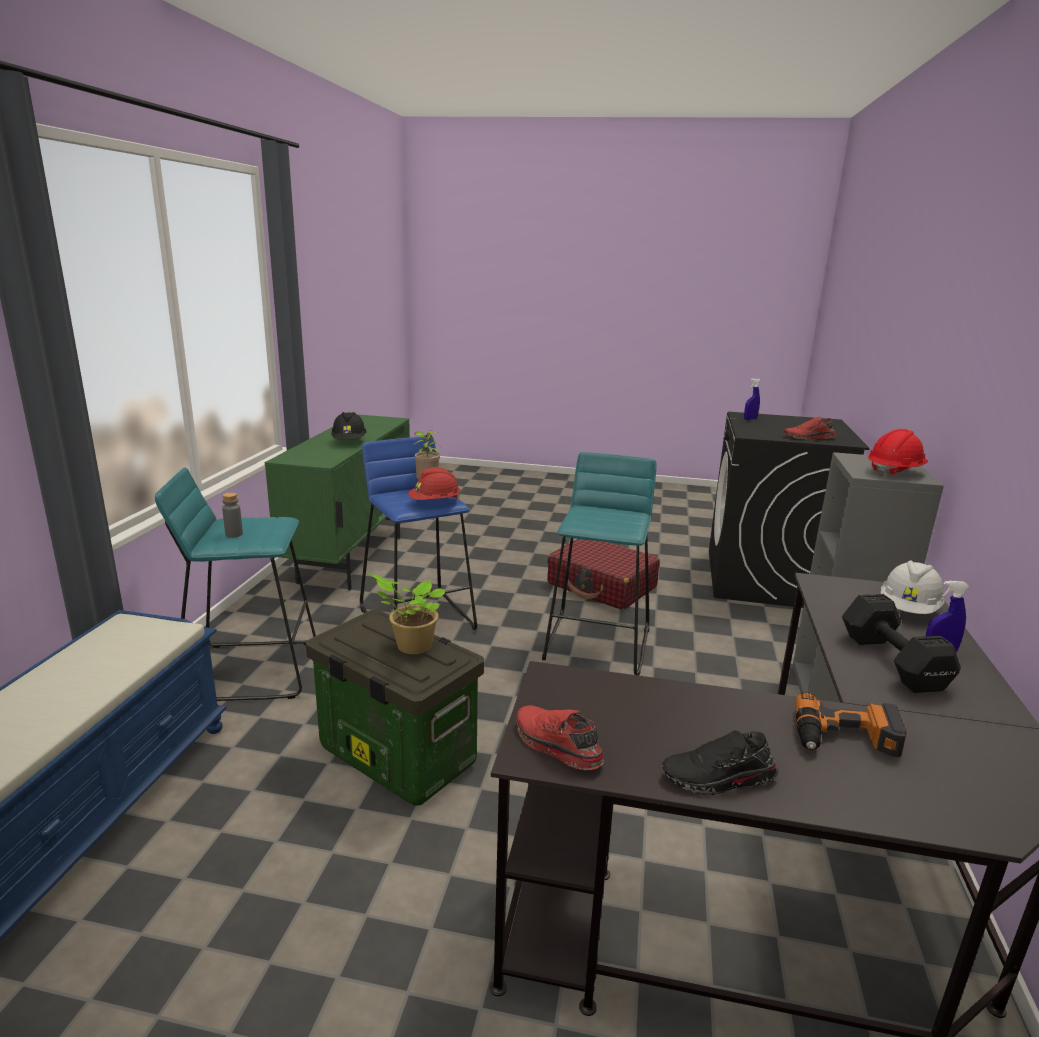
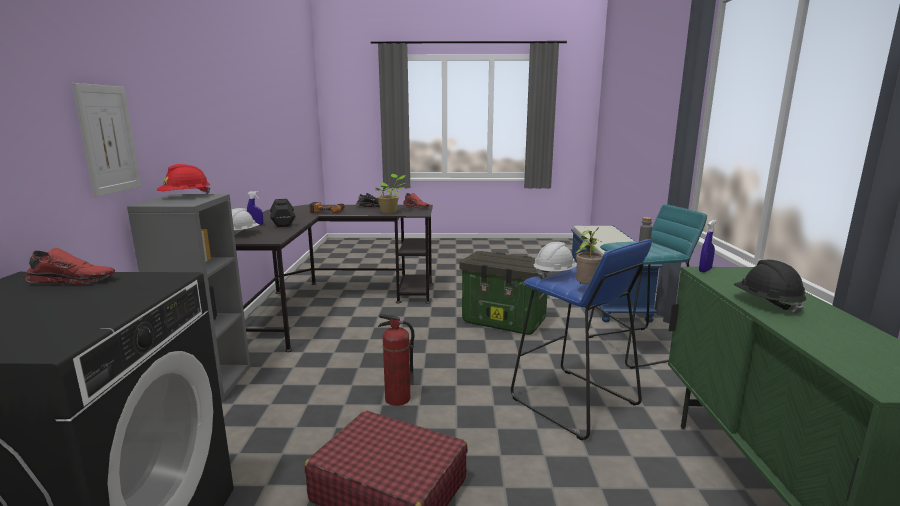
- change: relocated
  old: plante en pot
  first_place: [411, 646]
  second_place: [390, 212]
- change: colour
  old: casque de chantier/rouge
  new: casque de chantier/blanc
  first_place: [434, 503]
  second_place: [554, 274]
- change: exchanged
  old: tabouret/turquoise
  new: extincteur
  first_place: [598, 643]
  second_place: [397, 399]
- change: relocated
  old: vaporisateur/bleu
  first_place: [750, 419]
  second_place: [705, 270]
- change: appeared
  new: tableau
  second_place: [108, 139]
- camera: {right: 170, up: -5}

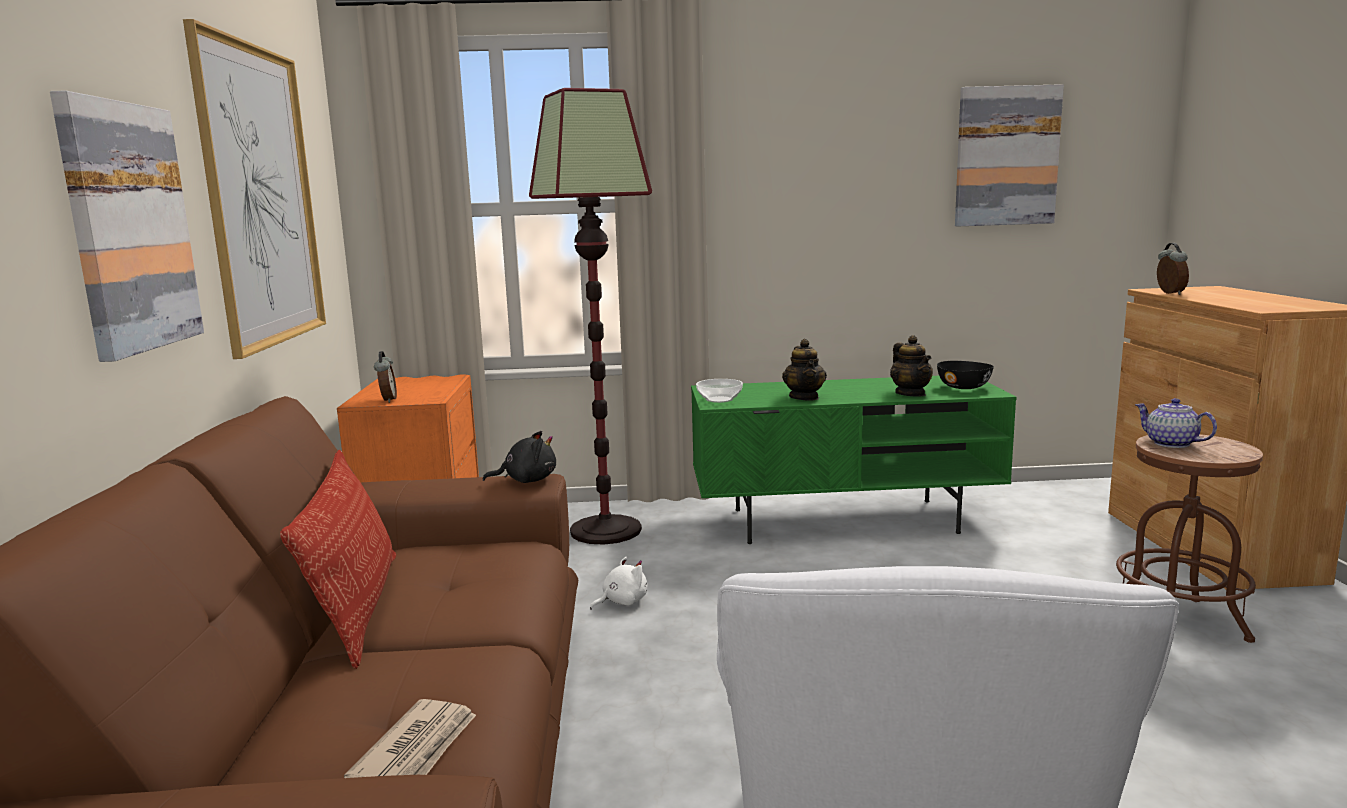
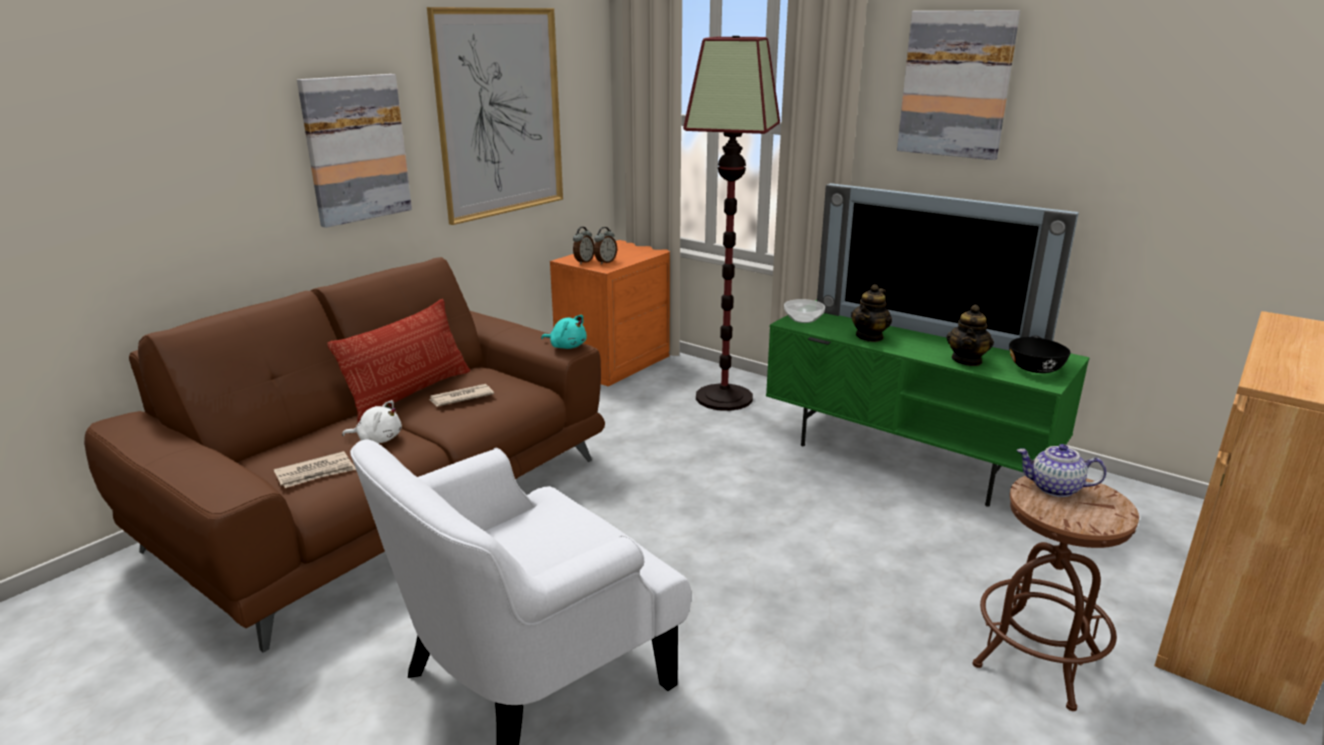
- change: colour
  old: peluche/noir
  new: peluche/turquoise
  first_place: [527, 480]
  second_place: [566, 346]
- change: relocated
  old: peluche/blanc
  first_place: [622, 602]
  second_place: [378, 439]
- change: relocated
  old: tableau
  first_place: [1006, 156]
  second_place: [956, 84]
- change: spun
  old: théière
  first_place: [1170, 443]
  second_place: [1054, 488]
  degrees: -75
- change: relocated
  old: réveil
  first_place: [1169, 293]
  second_place: [605, 262]
- change: appeared
  new: journal
  second_place: [460, 398]
- change: appeared
  new: téléviseur
  second_place: [927, 329]
- camera: {right: 40, up: 10}

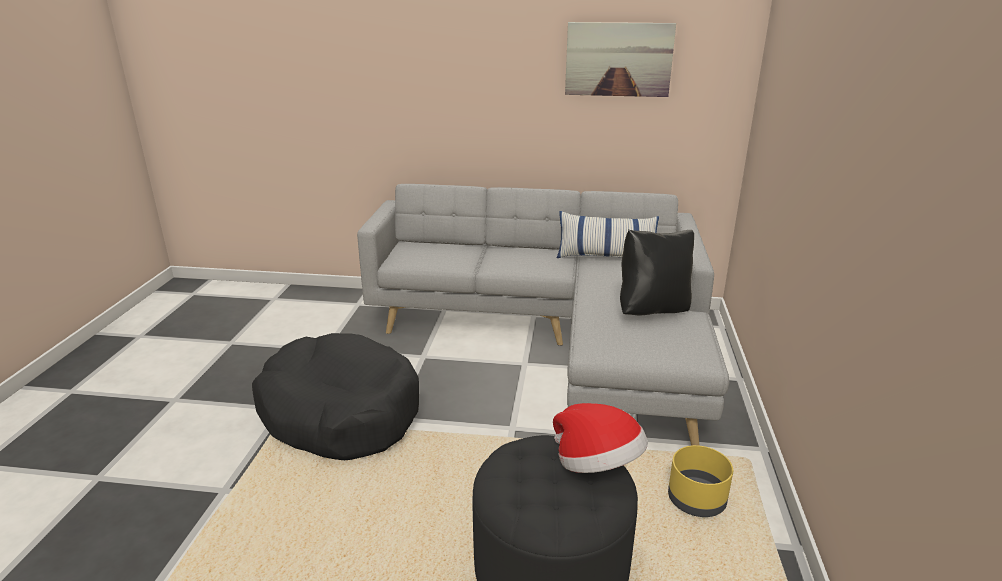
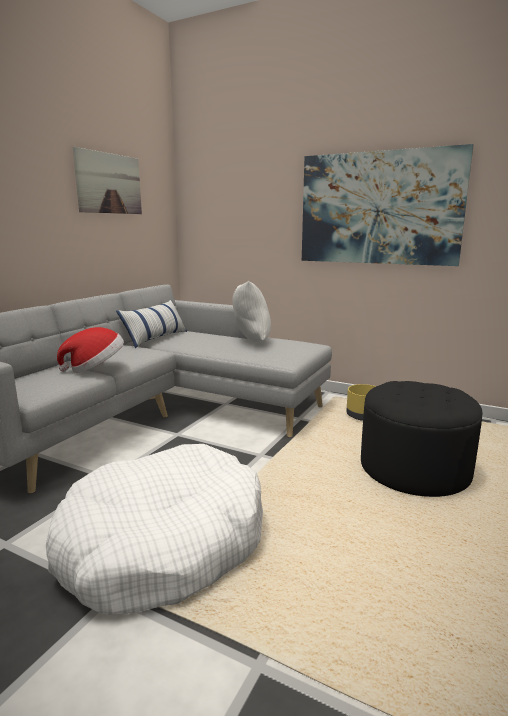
- change: colour
  old: panier pour chien/noir
  new: panier pour chien/blanc
  first_place: [340, 412]
  second_place: [163, 544]
- change: relocated
  old: chapeau
  first_place: [597, 465]
  second_place: [95, 368]
- change: colour
  old: coussin/noir
  new: coussin/blanc
  first_place: [652, 311]
  second_place: [250, 342]
- change: appeared
  new: tableau
  second_place: [379, 208]
- camera: {right: -70, up: -10}

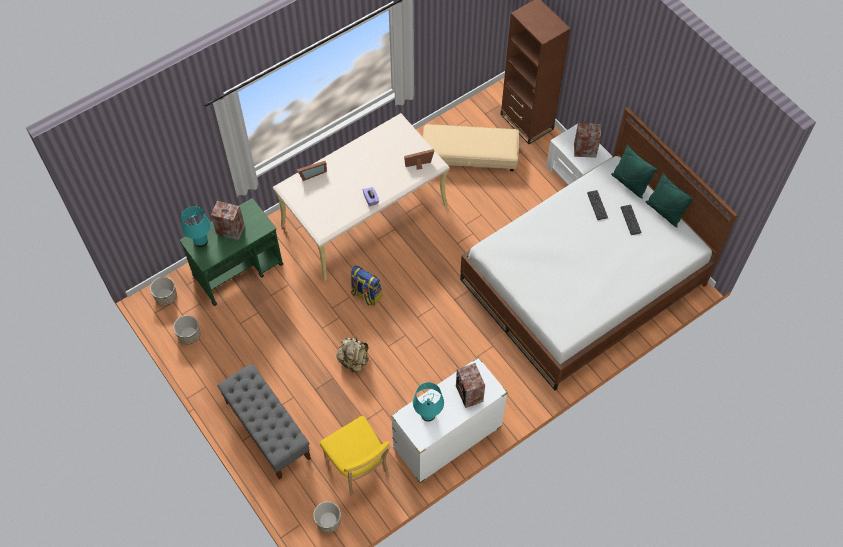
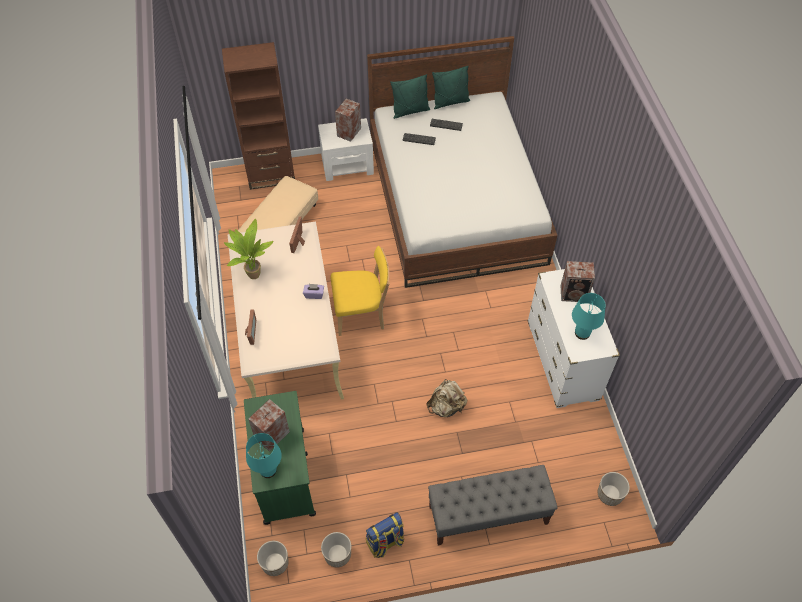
- change: relocated
  old: chaise/jaune
  first_place: [358, 467]
  second_place: [362, 315]
- change: relocated
  old: sac à dos
  first_place: [366, 295]
  second_place: [385, 543]
- change: appeared
  new: plante en pot
  second_place: [252, 274]
- camera: {right: -65, up: -5}

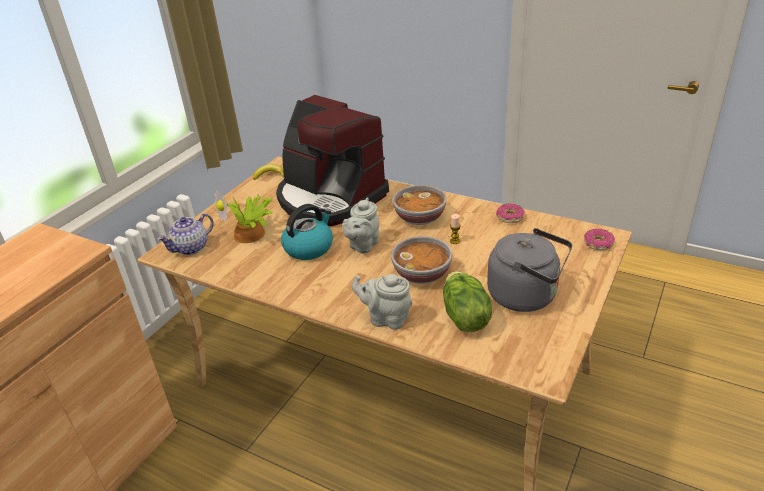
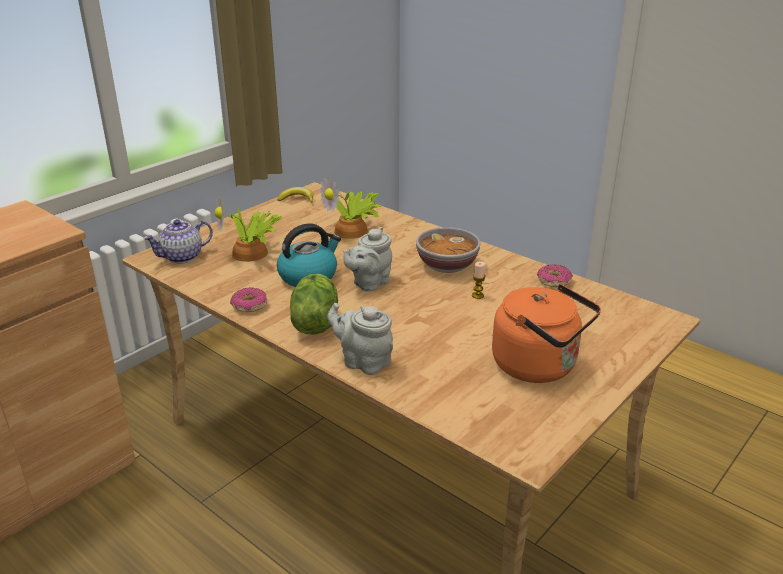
- change: exchanged
  old: machine à café
  new: plante en pot
  first_place: [330, 198]
  second_place: [353, 231]
- change: missing
  old: bol
  first_place: [422, 274]
- change: relocated
  old: laitue
  first_place: [464, 317]
  second_place: [314, 322]
- change: colour
  old: bouilloire/gris
  new: bouilloire/orange
  first_place: [526, 296]
  second_place: [539, 366]
- change: relocated
  old: beignet
  first_place: [598, 244]
  second_place: [249, 305]
- camera: {right: 10, up: -5}

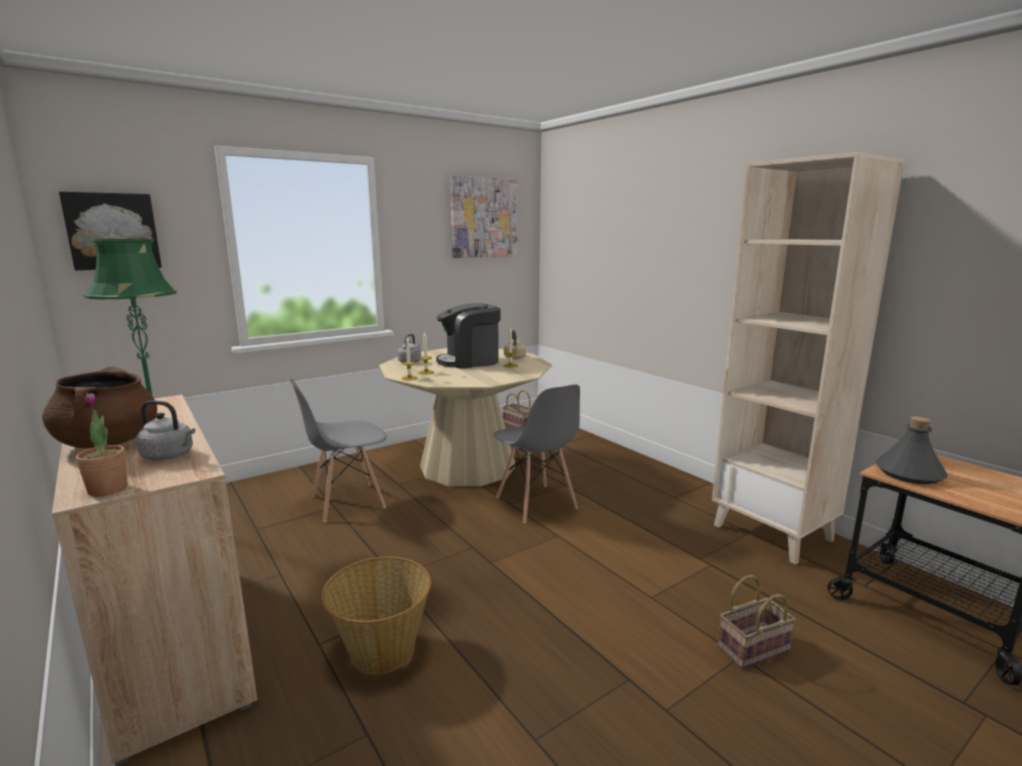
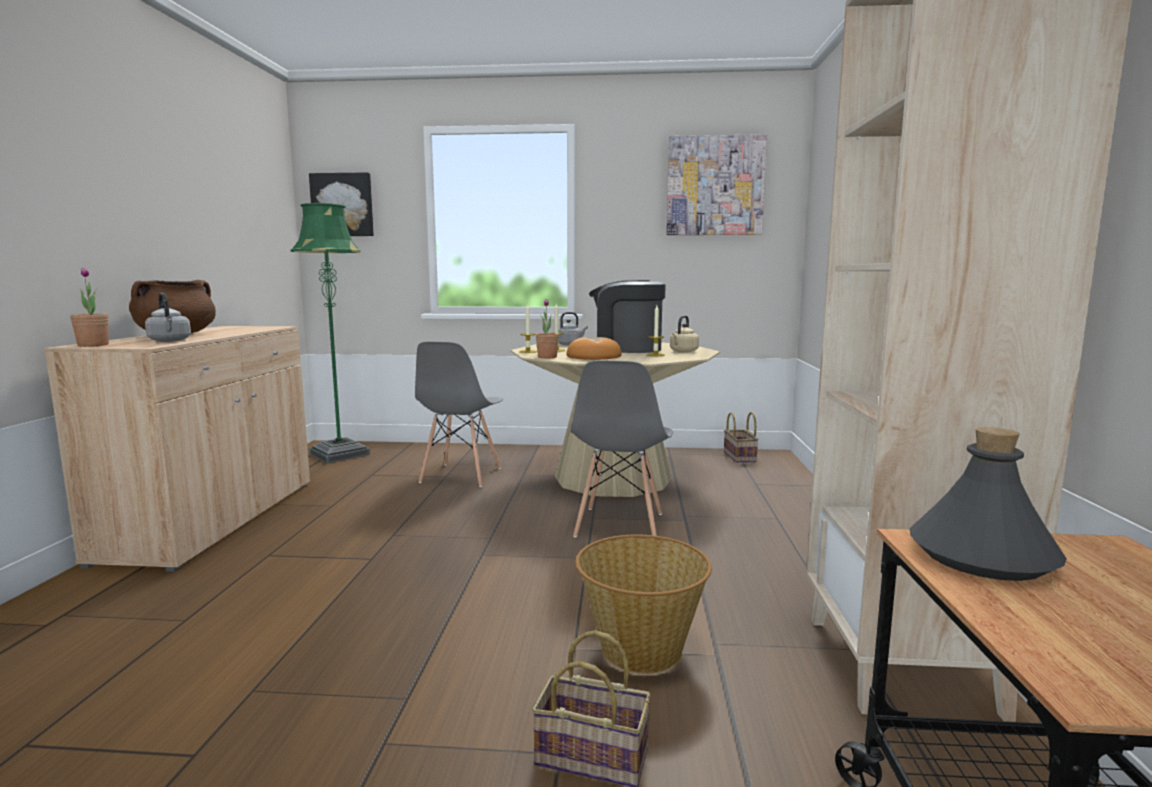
- change: spun
  old: chaise/gris
  first_place: [347, 502]
  second_place: [460, 475]
  degrees: -90
- change: relocated
  old: panier
  first_place: [381, 649]
  second_place: [641, 648]
- change: appeared
  new: plante en pot
  second_place: [547, 357]
- change: appeared
  new: pain
  second_place: [594, 357]
- camera: {right: 40, up: -5}

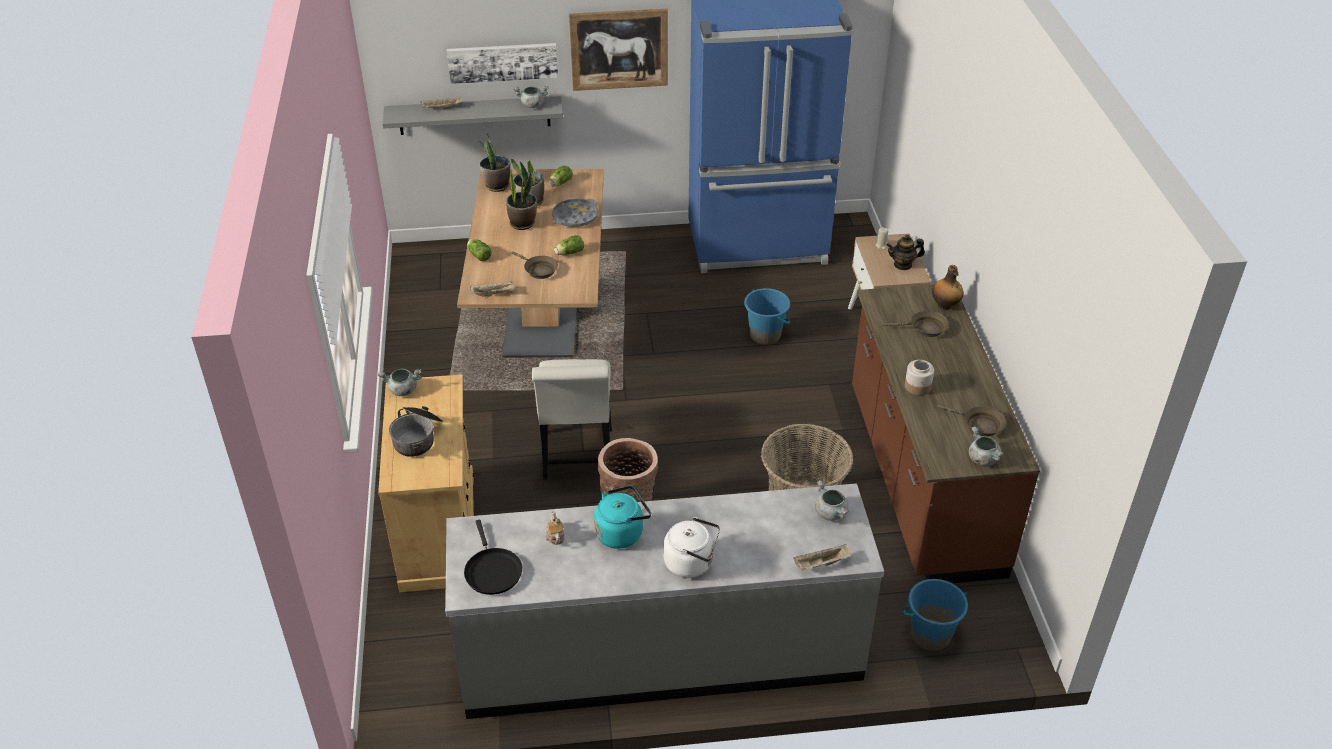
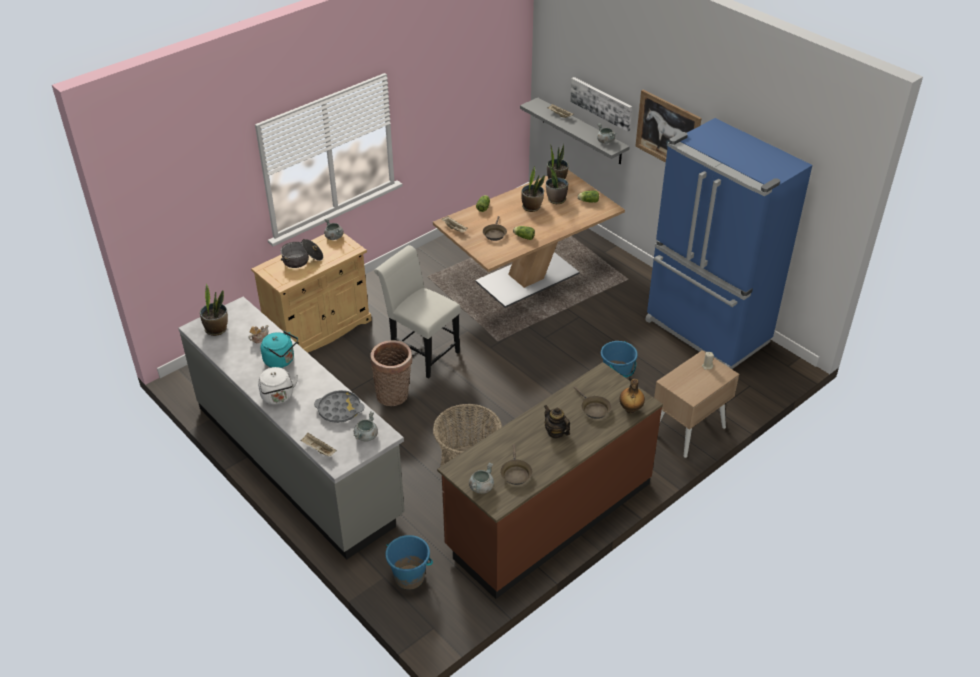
- change: exchanged
  old: poêle/noir
  new: plante en pot
  first_place: [492, 571]
  second_place: [217, 329]
- change: spun
  old: chaise/blanc
  first_place: [577, 459]
  second_place: [421, 353]
  degrees: 75
- change: relocated
  old: plateau/gris
  first_place: [575, 217]
  second_place: [339, 409]
- change: relocated
  old: théière
  first_place: [903, 265]
  second_place: [555, 432]
- change: missing
  old: bocal
  first_place: [918, 387]
- camera: {right: 55, up: 0}

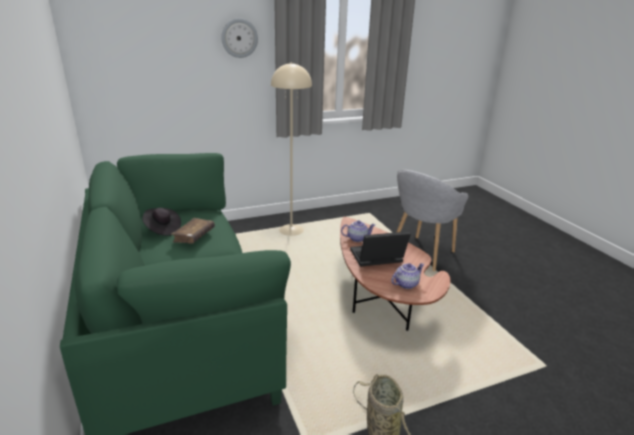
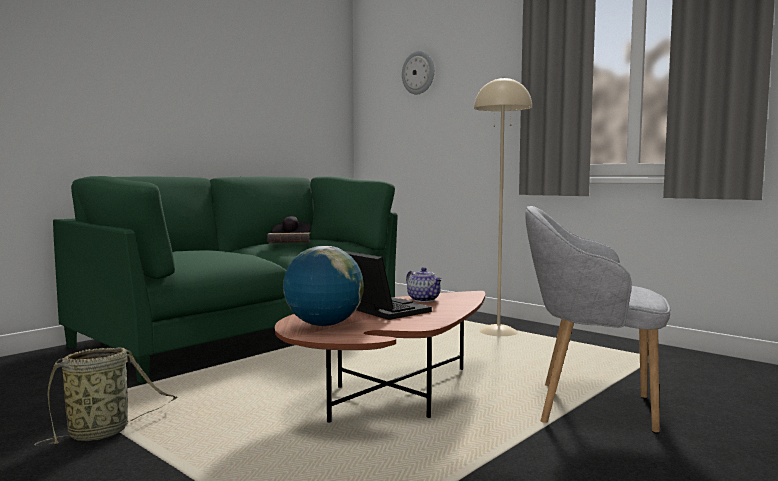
- change: relocated
  old: horloge murale
  first_place: [239, 38]
  second_place: [418, 73]
- change: exchanged
  old: théière
  new: globe
  first_place: [406, 284]
  second_place: [324, 325]
- camera: {right: 65, up: -20}

